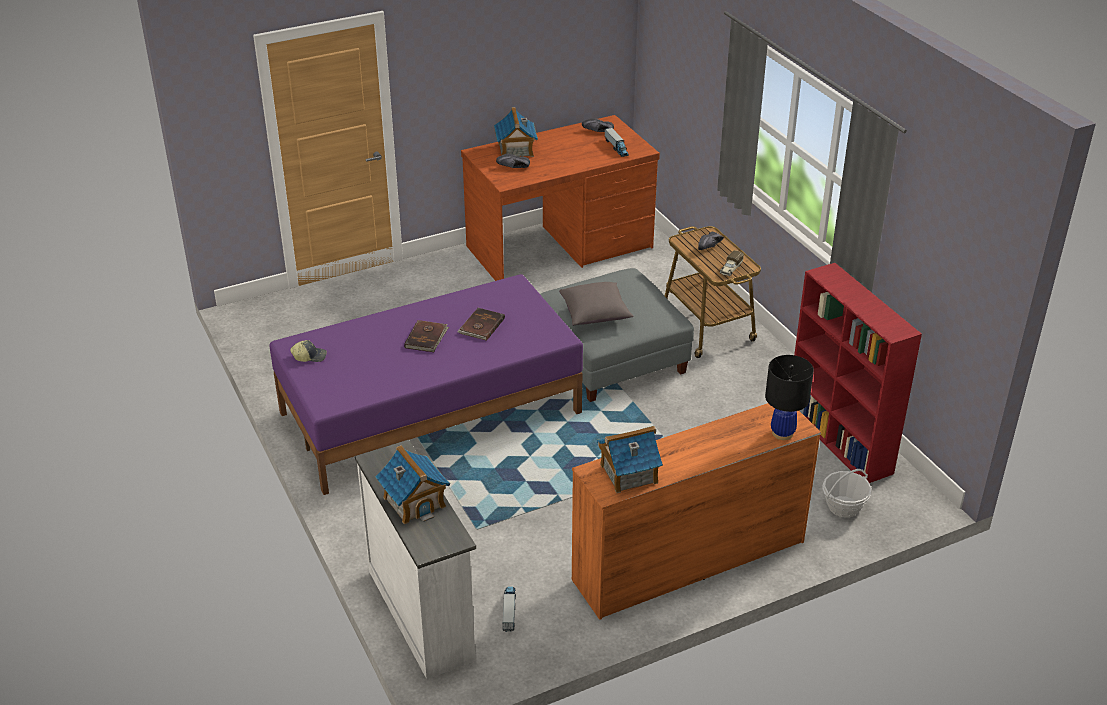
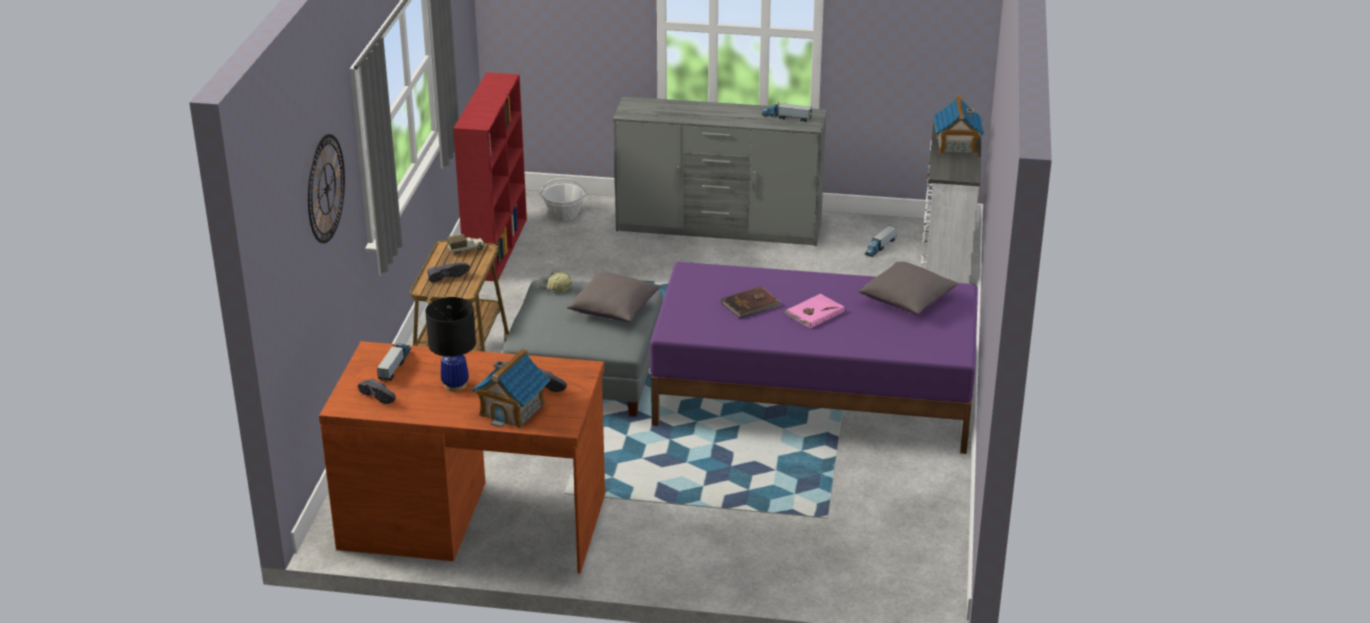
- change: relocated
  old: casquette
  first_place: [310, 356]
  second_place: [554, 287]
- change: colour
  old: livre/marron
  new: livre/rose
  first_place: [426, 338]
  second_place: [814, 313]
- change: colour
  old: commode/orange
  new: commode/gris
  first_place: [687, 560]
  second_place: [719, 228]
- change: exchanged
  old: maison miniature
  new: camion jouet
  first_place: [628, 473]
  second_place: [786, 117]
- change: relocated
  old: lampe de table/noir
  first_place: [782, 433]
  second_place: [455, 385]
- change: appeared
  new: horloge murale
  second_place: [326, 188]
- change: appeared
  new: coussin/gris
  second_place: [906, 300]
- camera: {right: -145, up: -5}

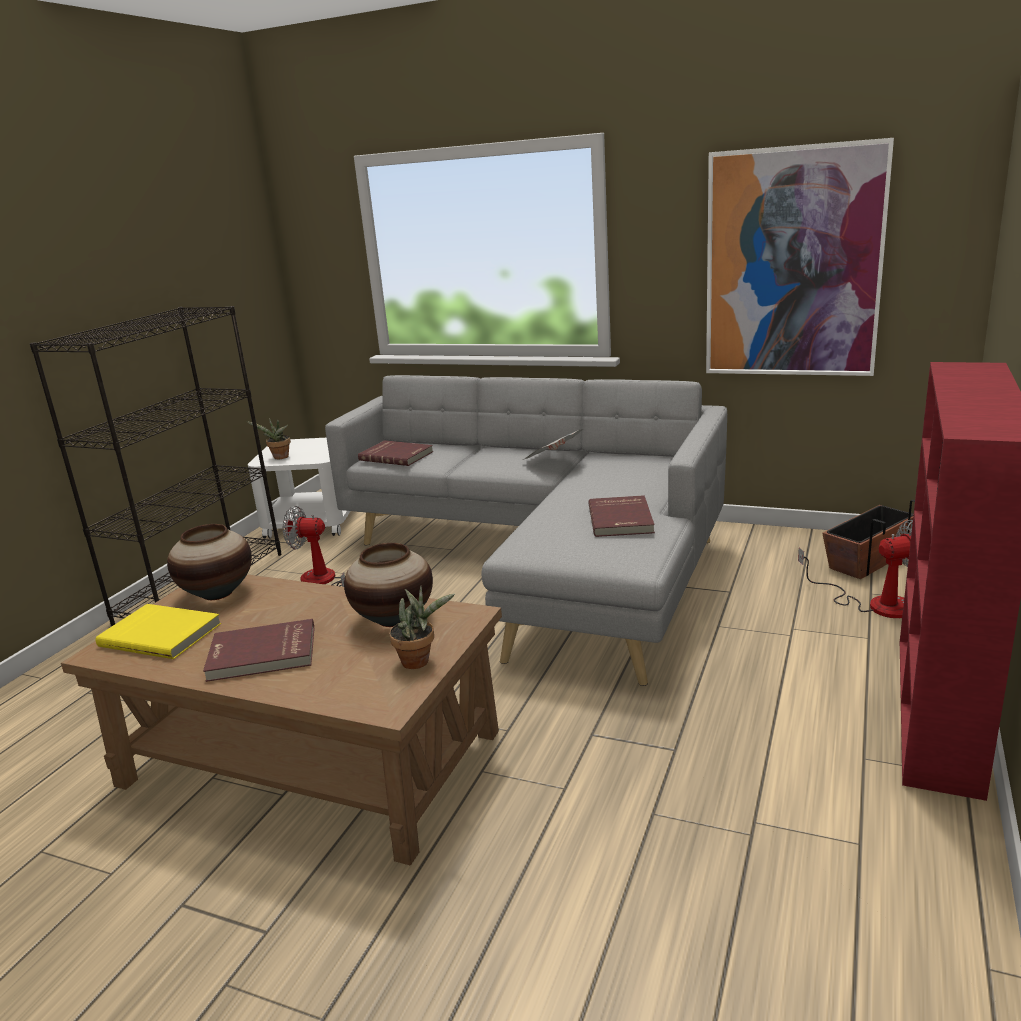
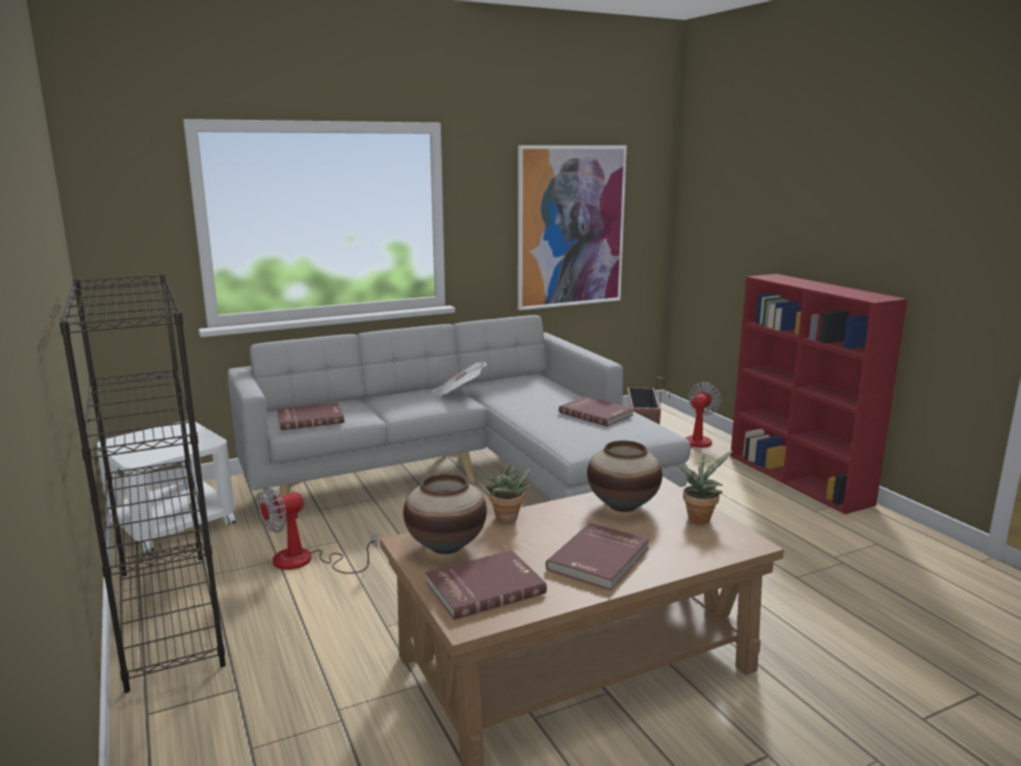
- change: colour
  old: livre/jaune
  new: livre/rouge
  first_place: [162, 634]
  second_place: [484, 587]
- change: relocated
  old: plante en pot
  first_place: [279, 458]
  second_place: [508, 519]
- camera: {right: -50, up: -5}

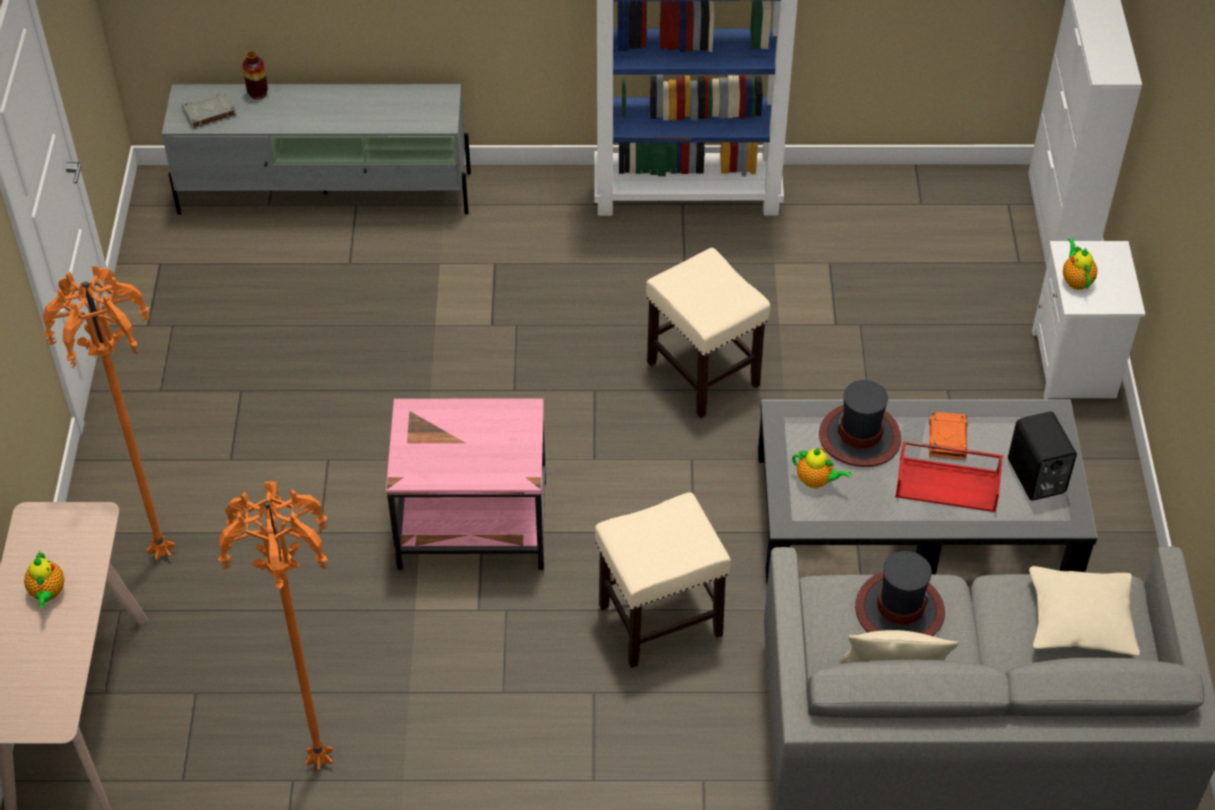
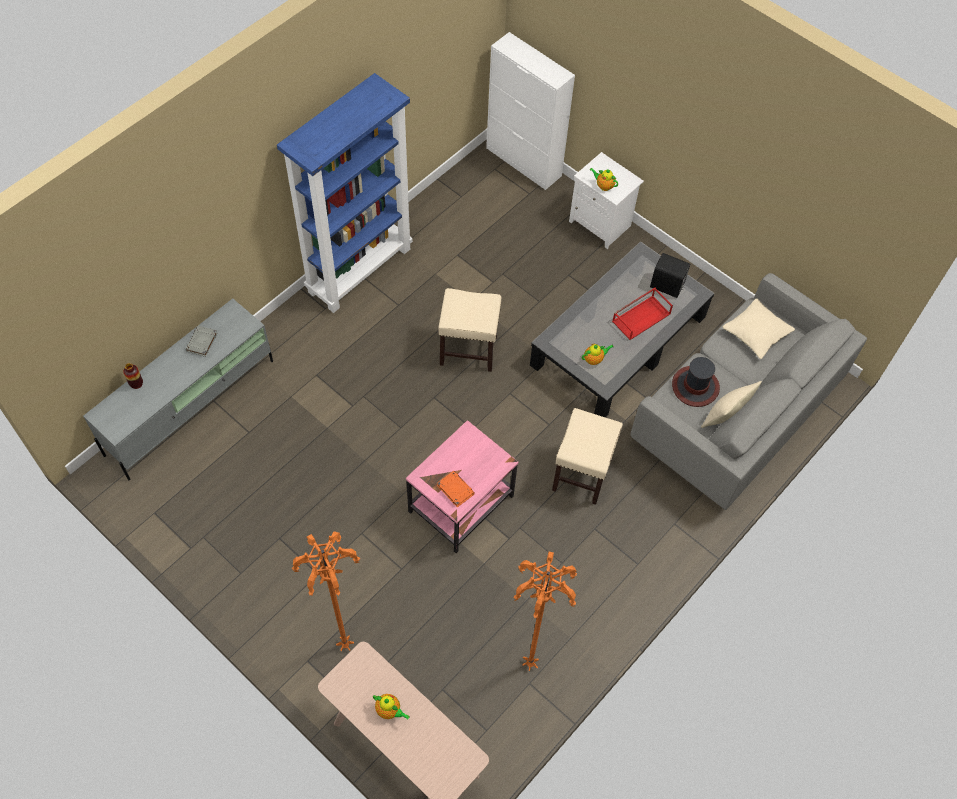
- change: relocated
  old: livre/gris
  first_place: [209, 113]
  second_place: [202, 342]
- change: missing
  old: chapeau
  first_place: [860, 437]
- change: relocated
  old: livre/orange
  first_place: [947, 438]
  second_place: [455, 489]
- camera: {right: -50, up: 10}

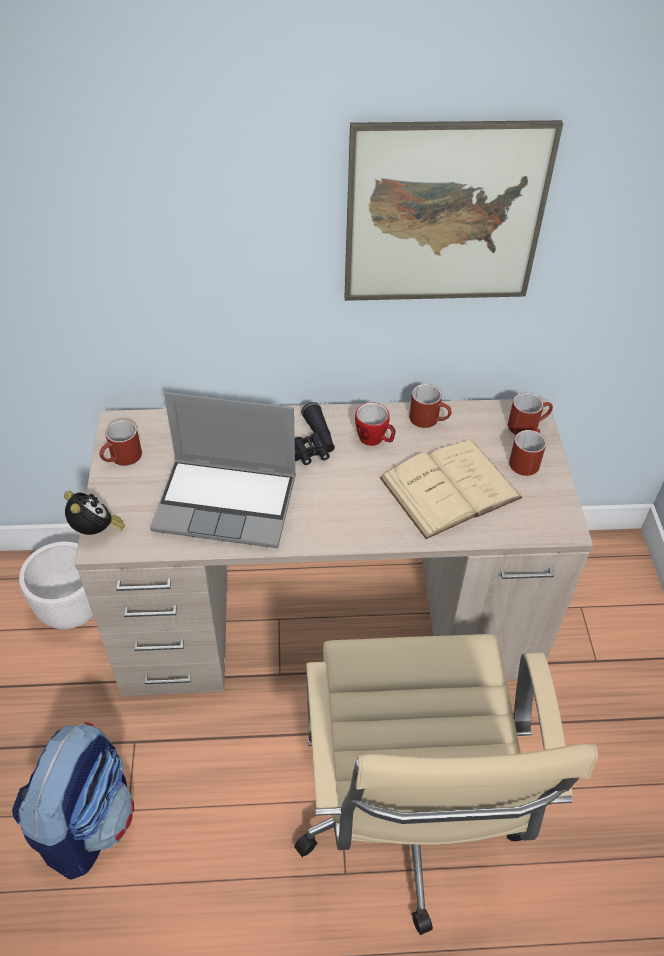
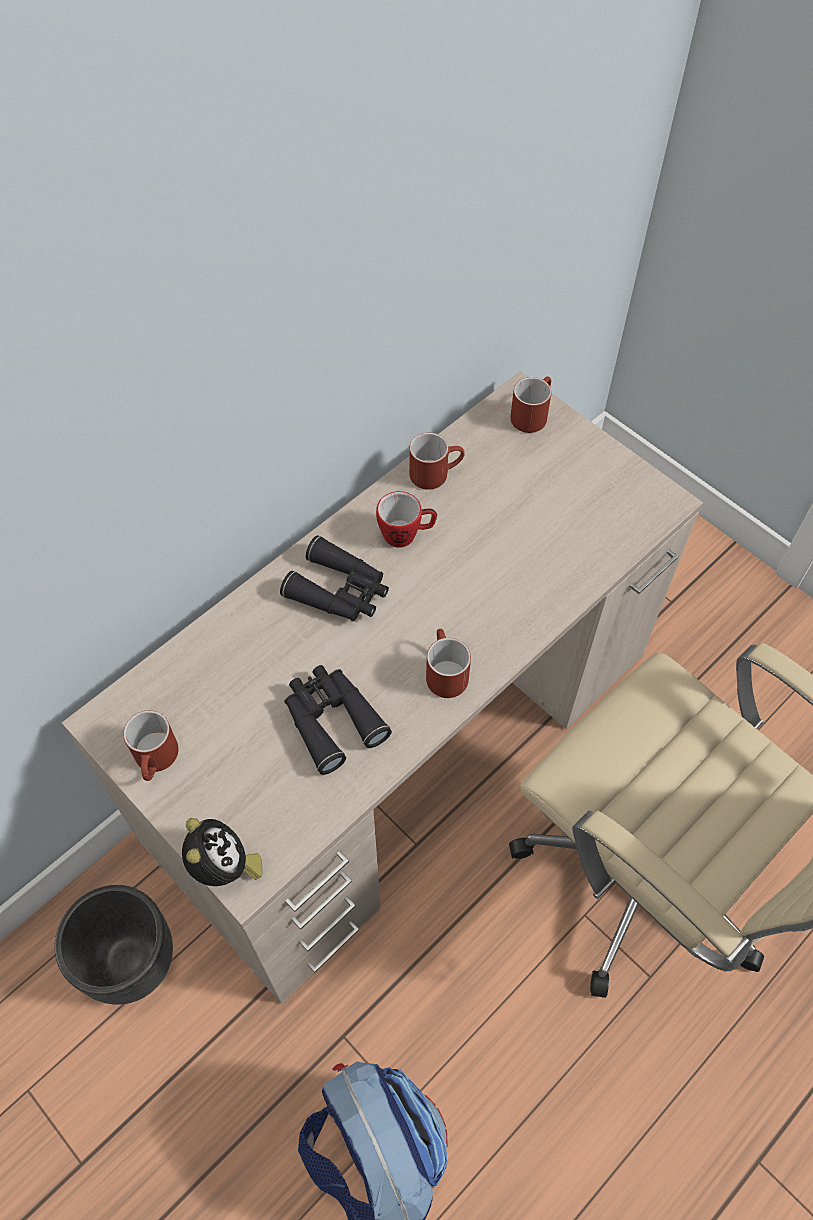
- change: colour
  old: cache-pot/blanc
  new: cache-pot/noir
  first_place: [73, 610]
  second_place: [131, 960]
- change: spun
  old: réveil
  first_place: [96, 531]
  second_place: [224, 868]
  degrees: 60
- change: exchanged
  old: ordinateur portable
  new: jumelles/noir
  first_place: [228, 502]
  second_place: [331, 720]
- change: missing
  old: tableau
  first_place: [445, 215]
- change: missing
  old: livre/beige
  first_place: [450, 488]
- change: relocated
  old: mug/rouge
  first_place: [525, 460]
  second_place: [443, 672]
- camera: {right: -40, up: 10}

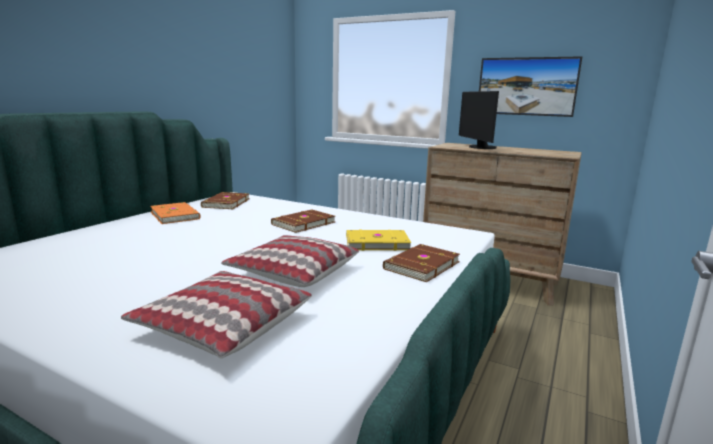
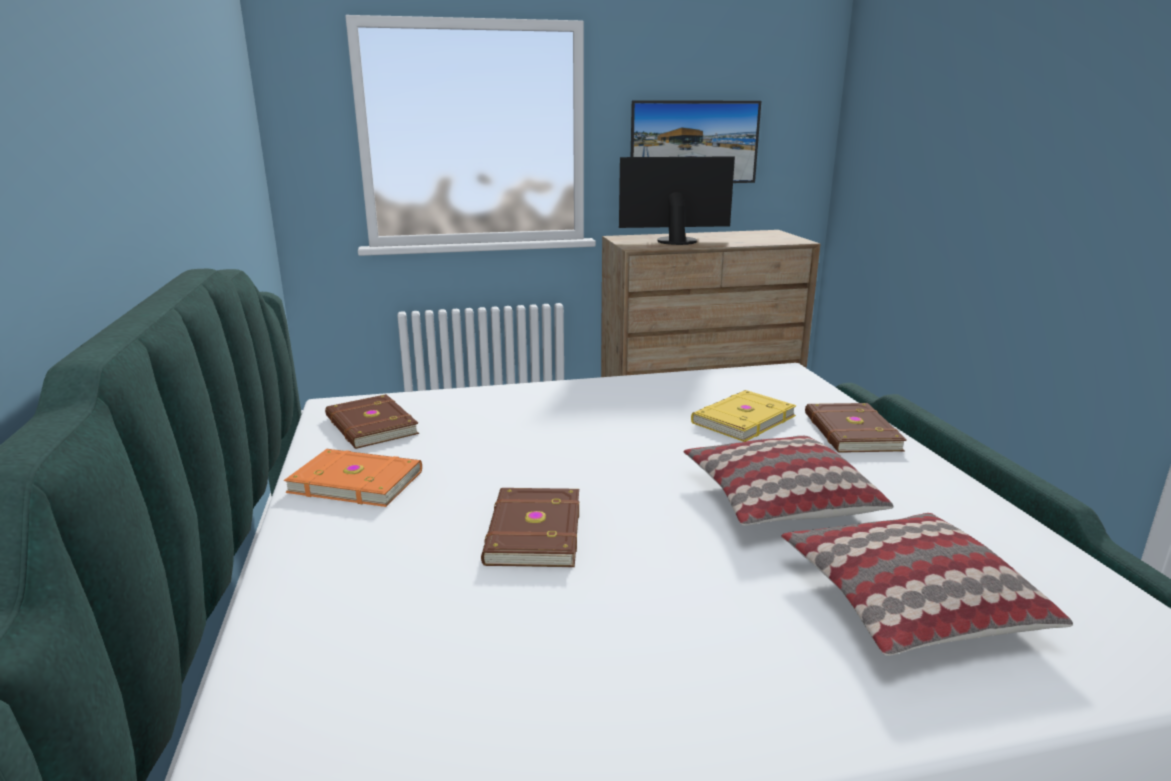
- change: relocated
  old: livre/marron
  first_place: [302, 223]
  second_place: [531, 532]
- change: spun
  old: écran d'ordinateur
  first_place: [479, 147]
  second_place: [675, 240]
  degrees: 135
- camera: {right: -40, up: 5}

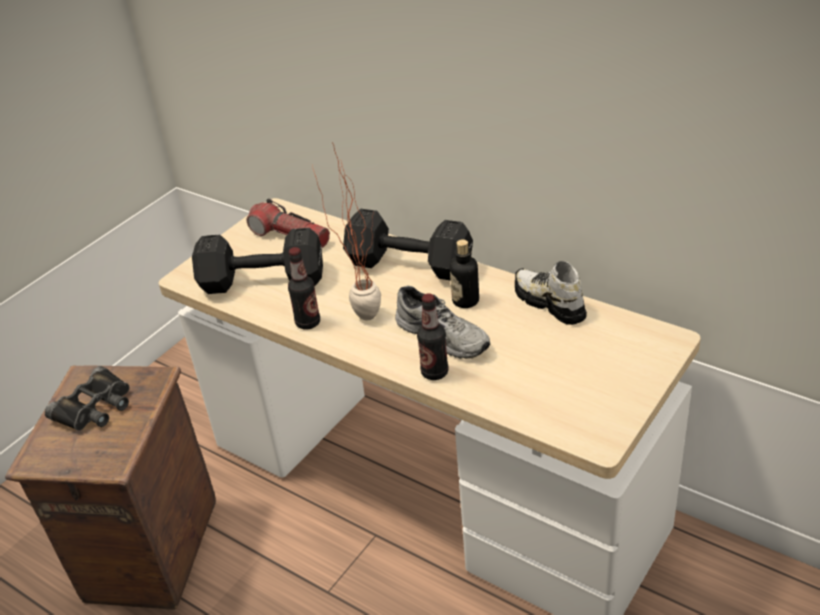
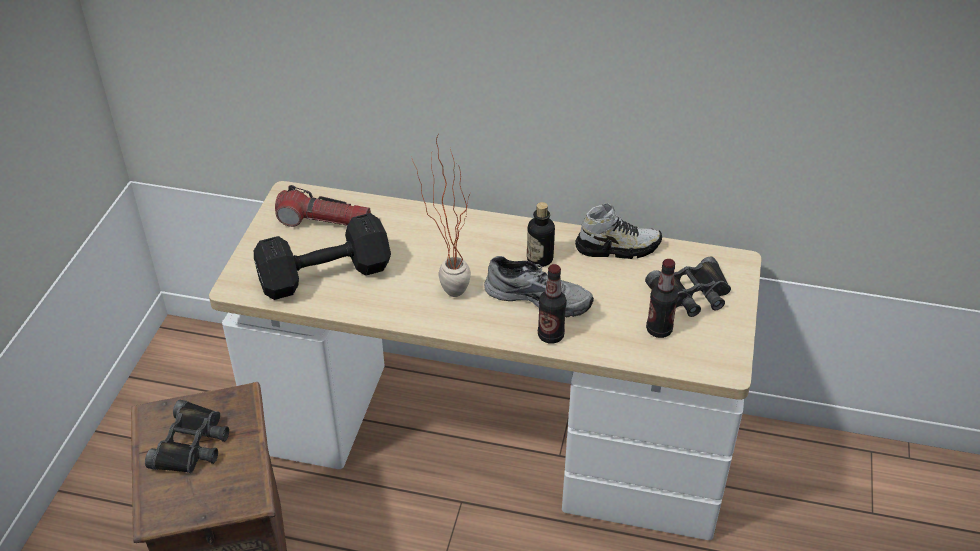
- change: relocated
  old: bouteille
  first_place: [308, 323]
  second_place: [659, 330]
- change: missing
  old: haltère/noir
  first_place: [412, 266]
- change: spun
  old: chaussure
  first_place: [549, 304]
  second_place: [617, 248]
  degrees: 150
- change: appeared
  new: jumelles/noir
  second_place: [691, 294]
- camera: {right: -25, up: 5}

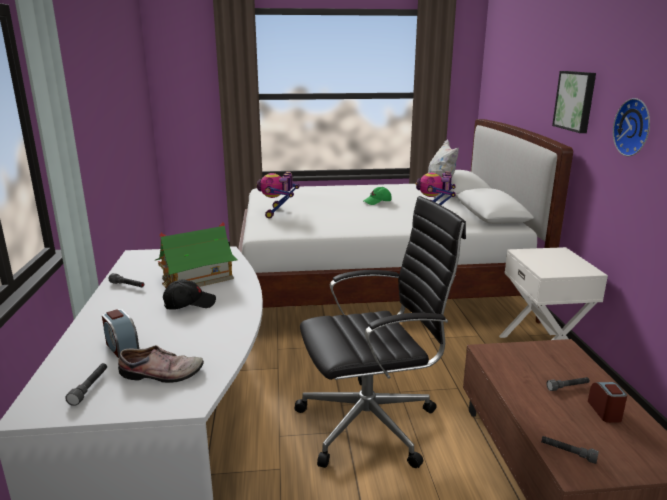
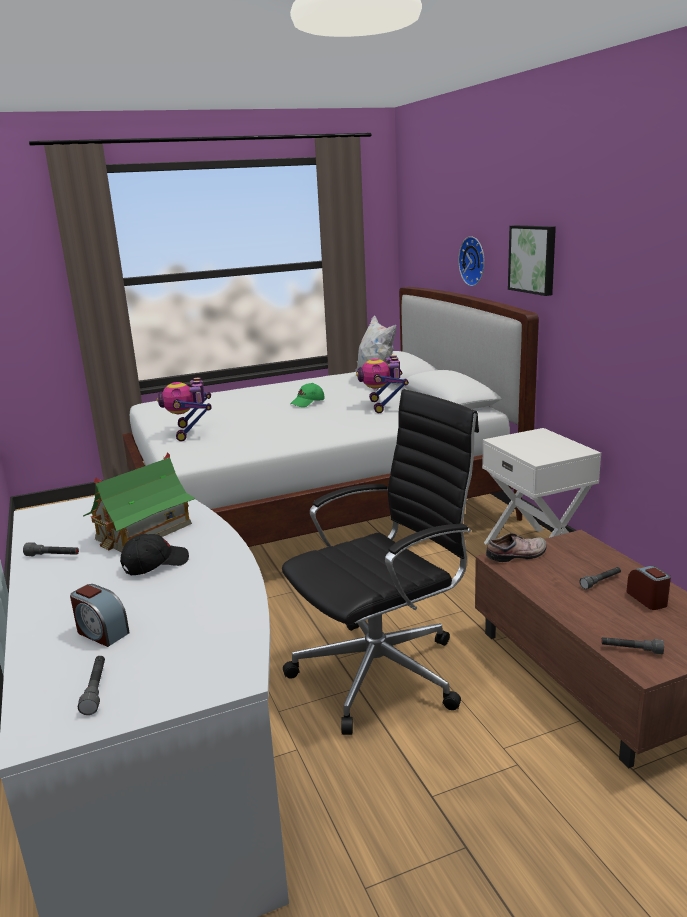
- change: relocated
  old: chaussure
  first_place: [161, 374]
  second_place: [518, 555]
- change: relocated
  old: horloge murale
  first_place: [635, 127]
  second_place: [474, 261]
- camera: {right: -15, up: 0}

